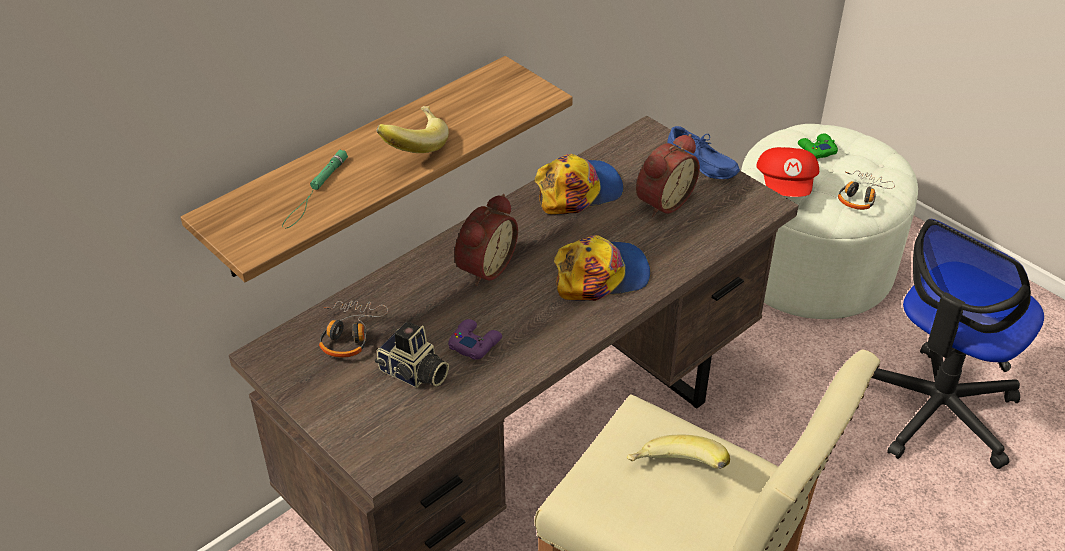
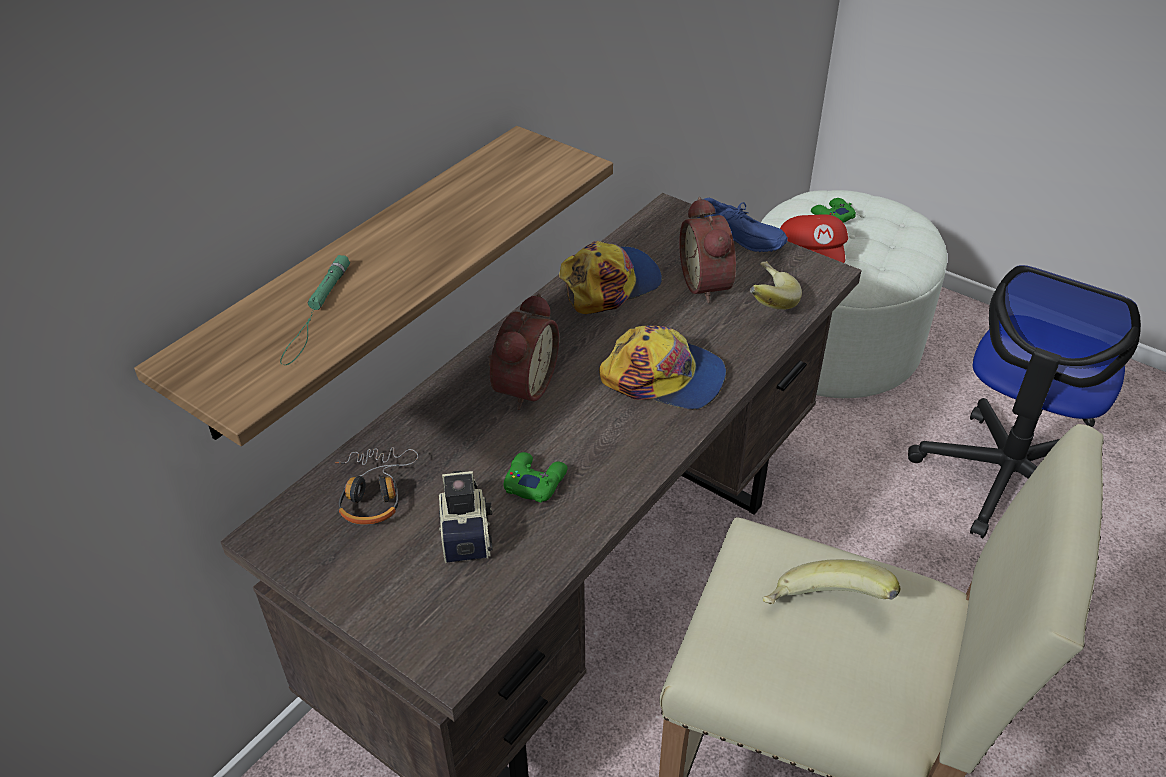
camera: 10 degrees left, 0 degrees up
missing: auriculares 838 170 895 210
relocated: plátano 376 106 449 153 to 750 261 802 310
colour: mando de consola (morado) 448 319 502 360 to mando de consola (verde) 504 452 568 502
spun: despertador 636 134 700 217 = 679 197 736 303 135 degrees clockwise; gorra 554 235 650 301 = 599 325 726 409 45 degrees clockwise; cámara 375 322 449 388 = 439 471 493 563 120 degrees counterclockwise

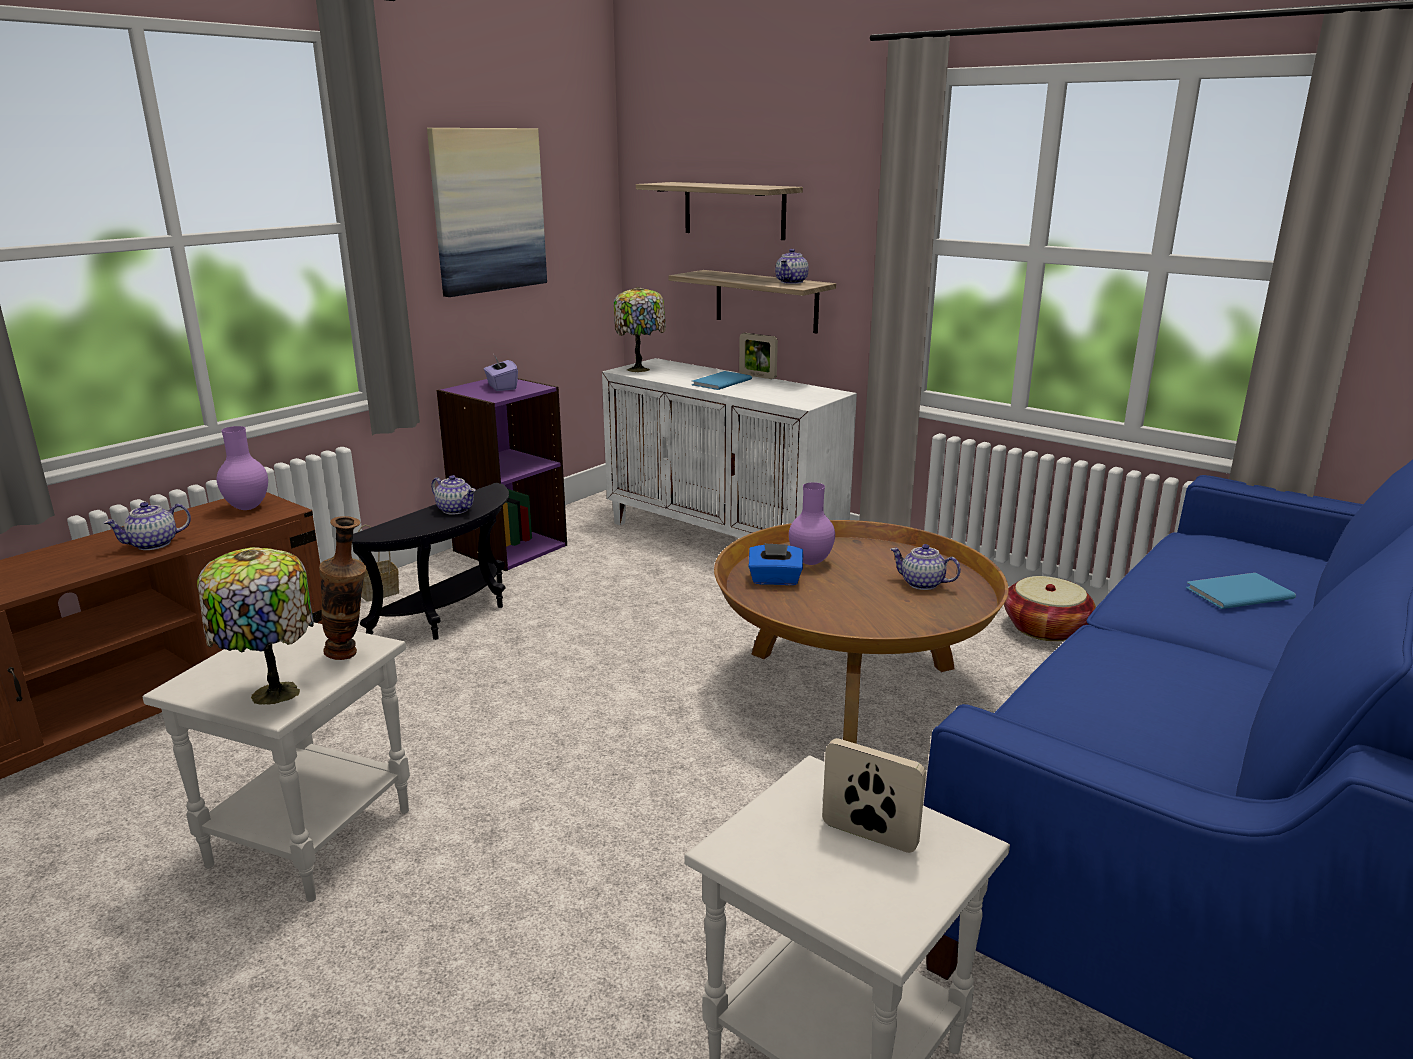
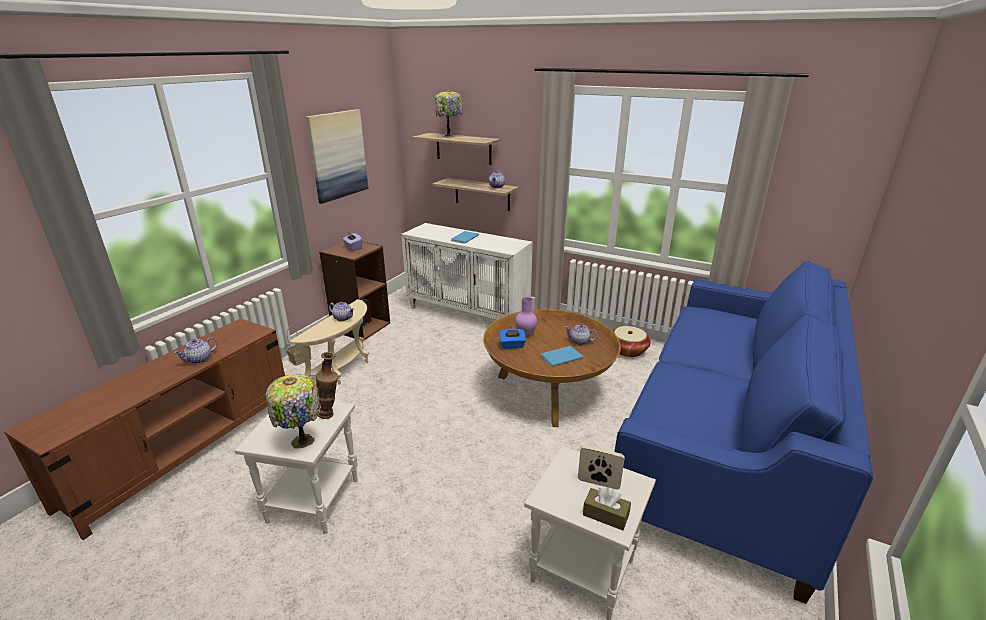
camera: 10 degrees left, 5 degrees up
missing: portarretratos 739 333 778 379; florero (morado) 217 426 268 510
appeared: caja de pañuelos (marrón) 583 487 631 530
relocated: lámpara de mesa 614 287 666 372 to 435 90 463 137; libro (azul) 1186 573 1296 609 to 541 346 583 367
colour: estantería (morado) 436 378 567 571 to estantería (marrón) 319 242 390 340; mesa auxiliar (negro) 352 483 509 640 to mesa auxiliar (beis) 290 299 369 385

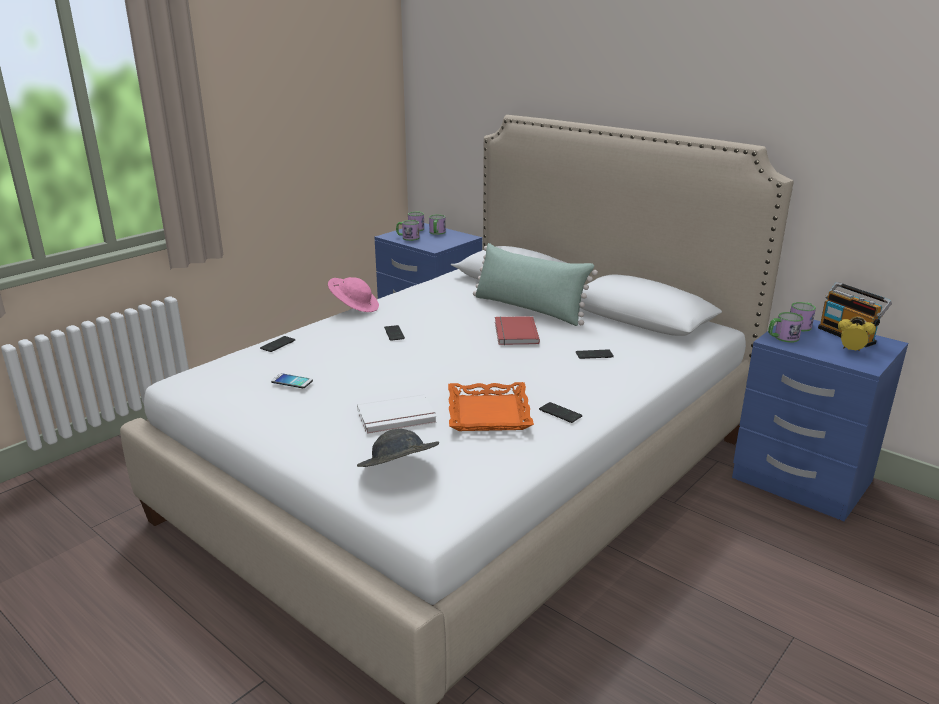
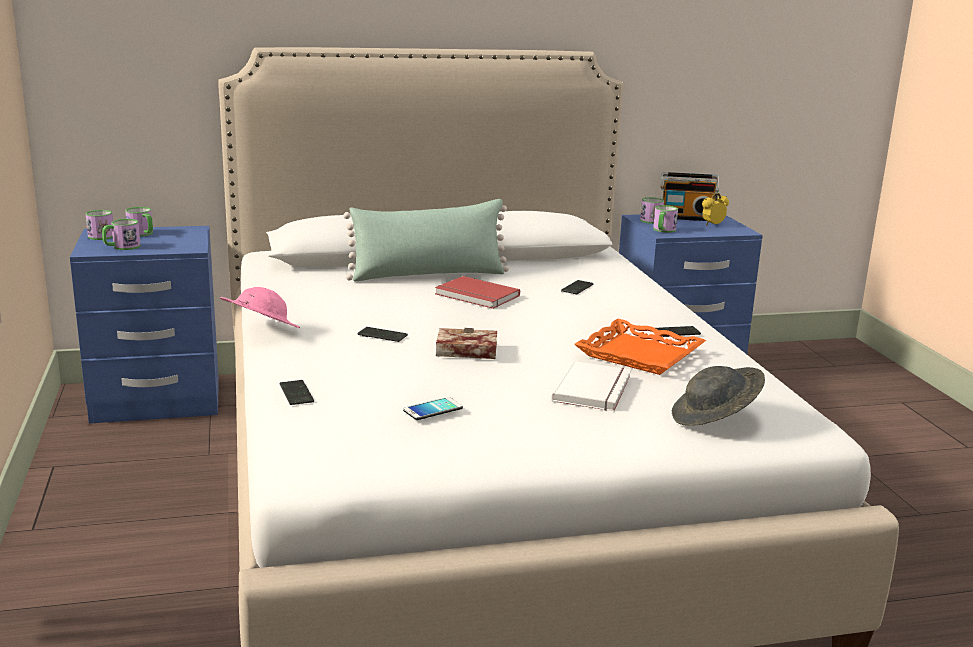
camera: 55 degrees left, 5 degrees down
appeared: libro 436 328 497 359

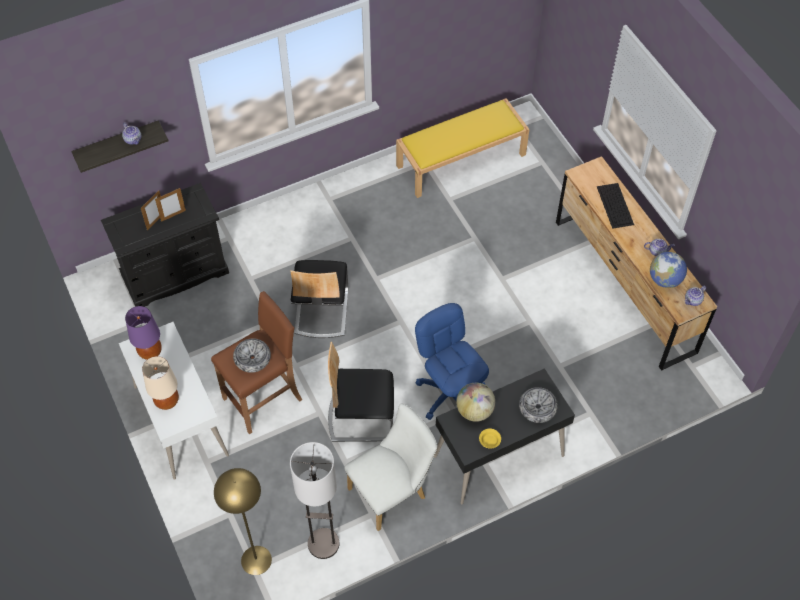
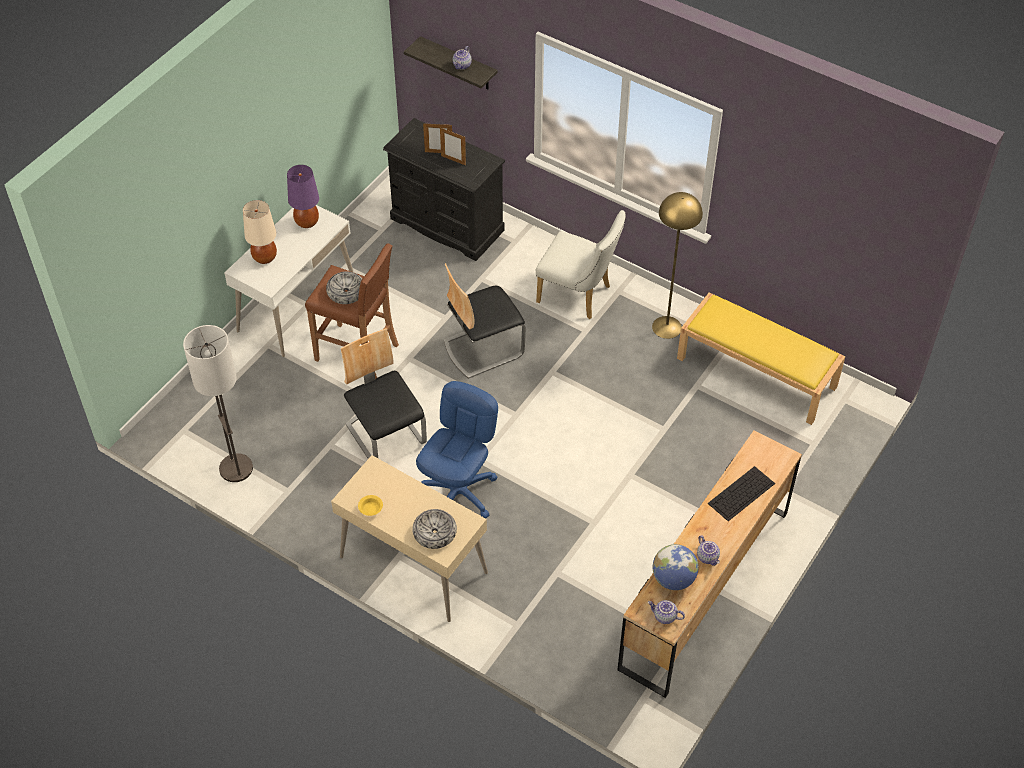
camera: 60 degrees right, 5 degrees down
missing: globo terráqueo 456 383 495 422
relocated: silla (blanco) 345 403 437 531 to 536 210 626 319; lámpara de pie (amarillo) 214 468 272 575 to 652 192 703 339
colour: escritorio (negro) 434 368 575 504 to escritorio (beis) 331 455 488 622

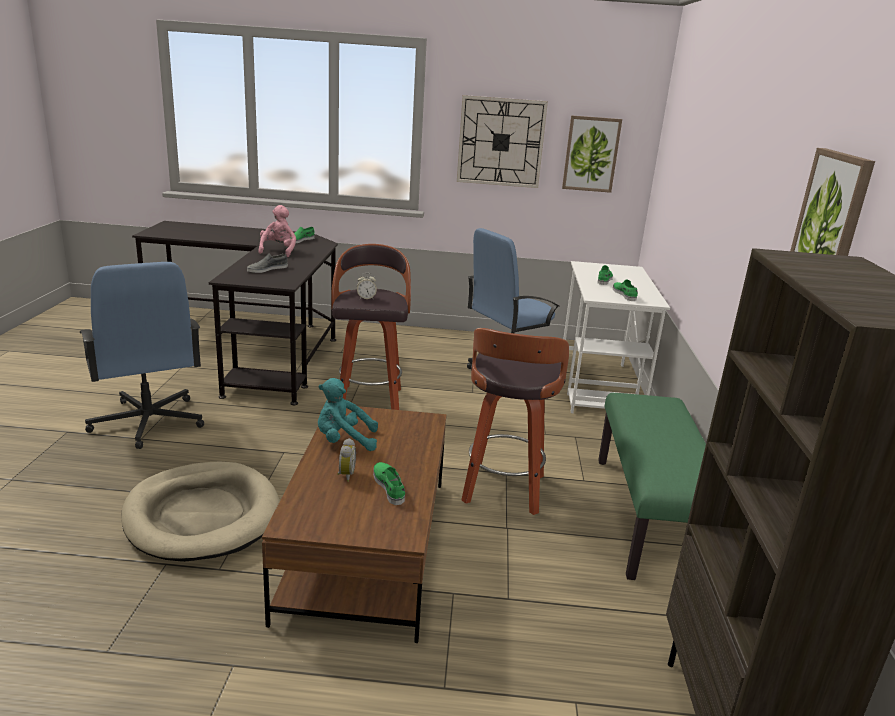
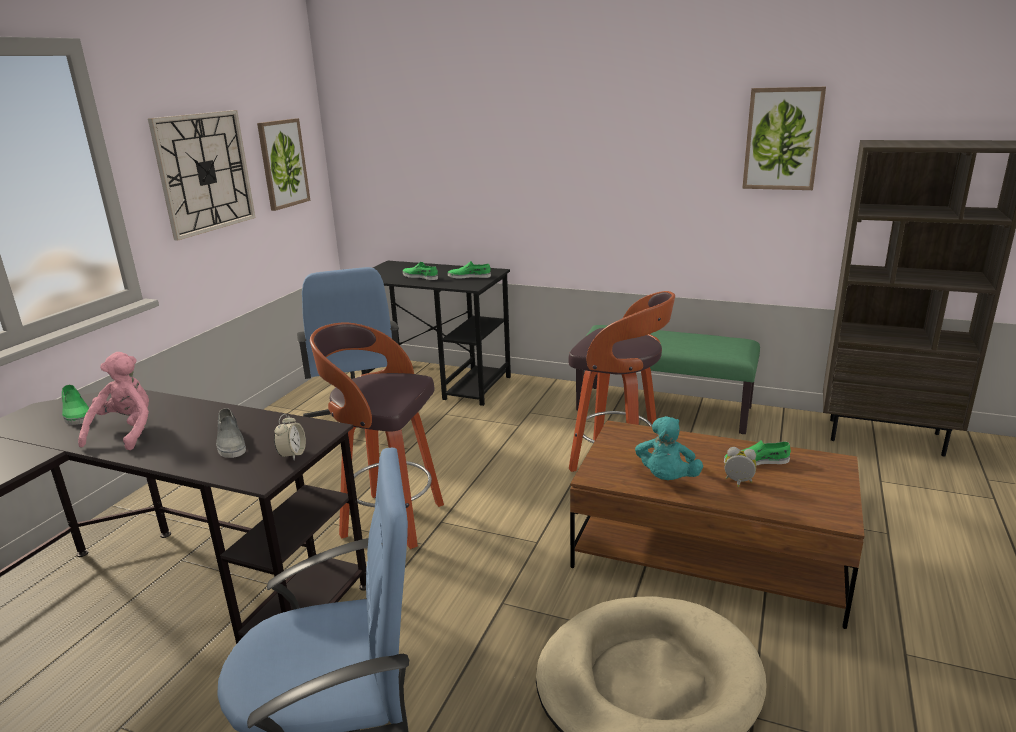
camera: 70 degrees left, 0 degrees up
relocated: despertador 357 273 377 299 to 274 414 306 460
colour: escritorio (blanco) 563 261 670 413 to escritorio (negro) 361 261 511 406
spun: peluche (rosa) 258 205 296 257 = 78 352 149 450 75 degrees clockwise

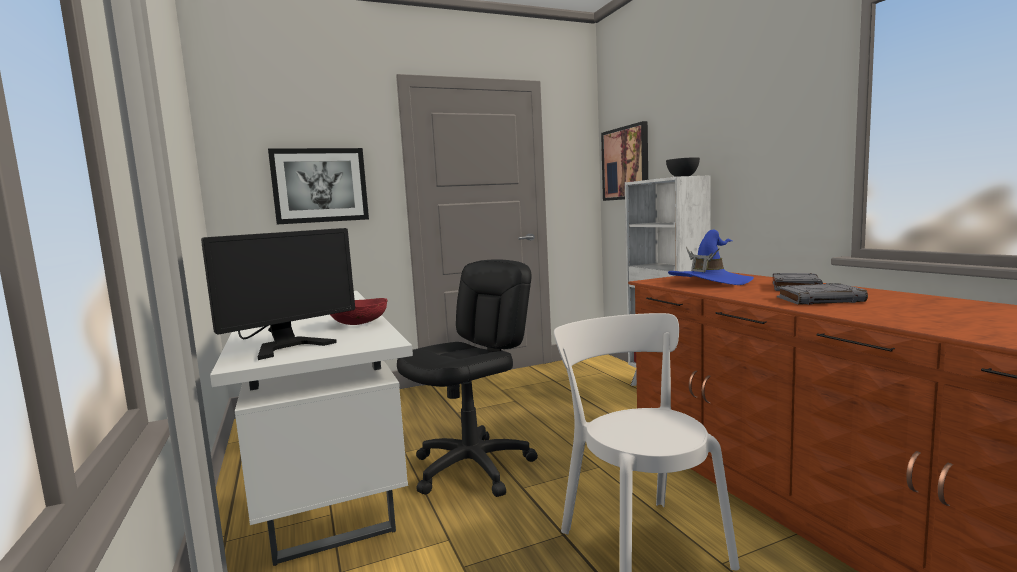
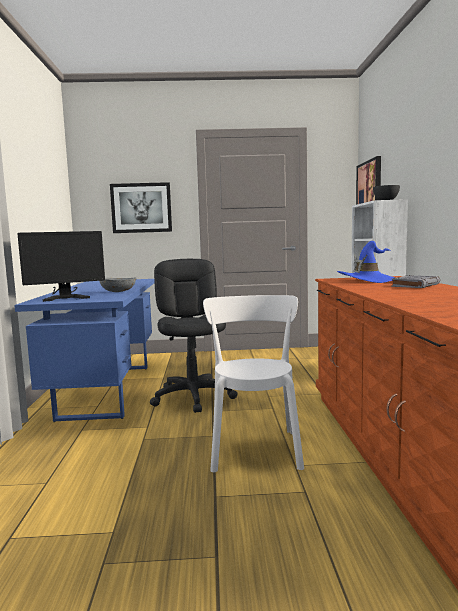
camera: 20 degrees right, 0 degrees up
missing: libro (gris) 777 283 868 305
colour: escritorio (blanco) 210 291 413 566 to escritorio (azul) 14 279 155 422; cuenco (rojo) 330 298 388 325 to cuenco (gris) 100 277 136 292
spun: silla de oficina (negro) 397 259 538 497 = 150 259 237 413 75 degrees counterclockwise

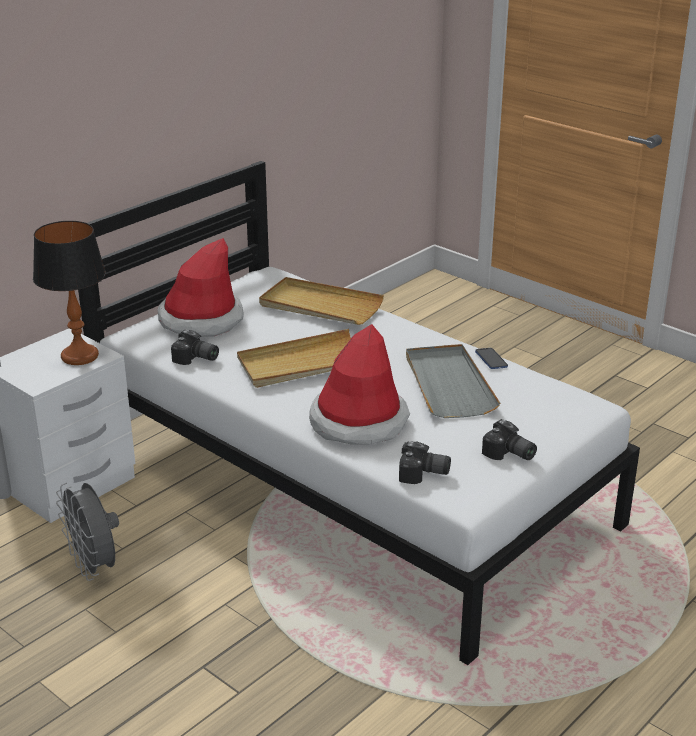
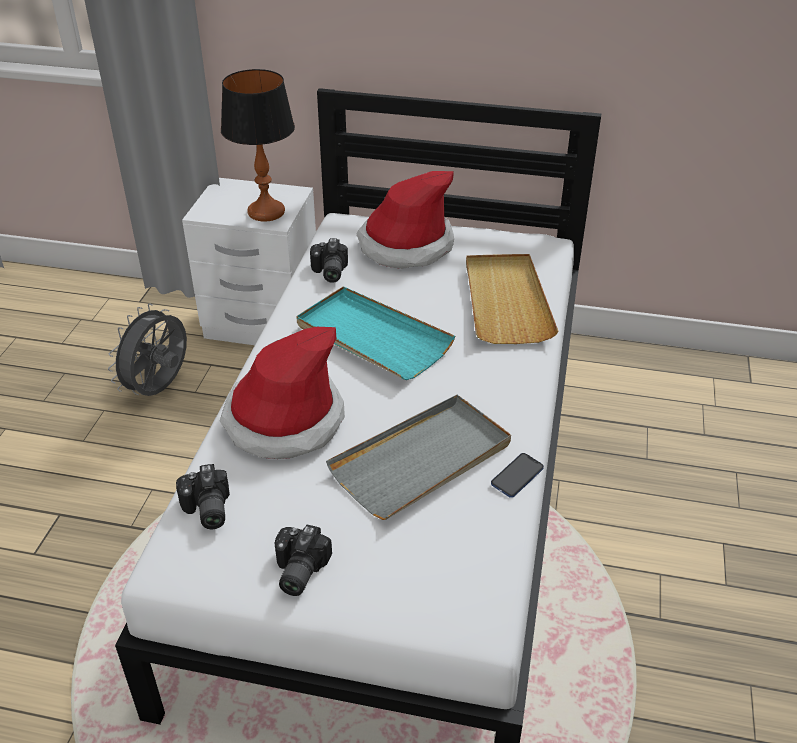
camera: 60 degrees right, 10 degrees up
colour: bandeja (beis) 237 329 351 388 to bandeja (turquesa) 296 286 455 380

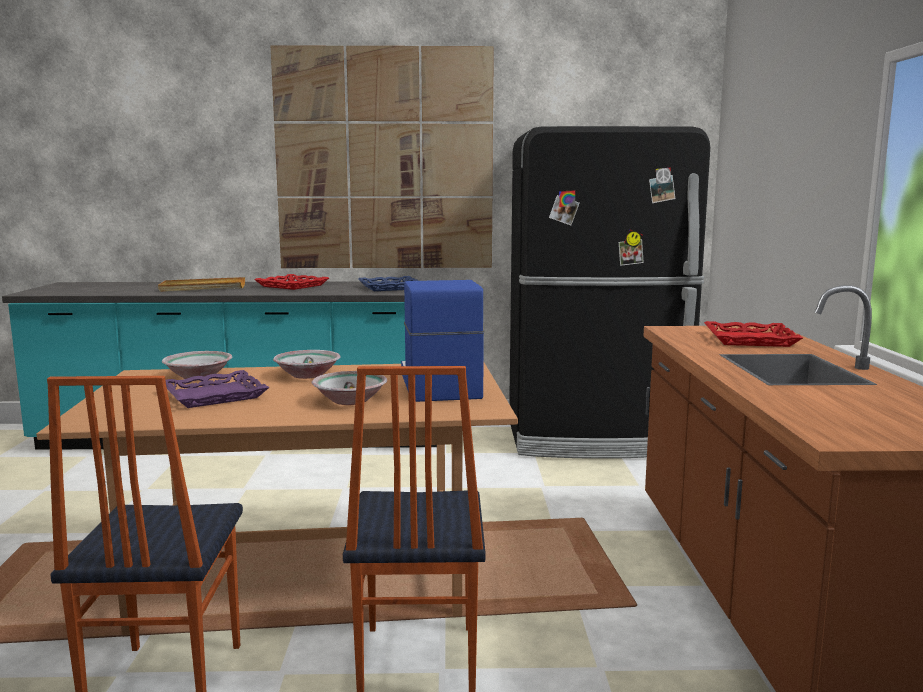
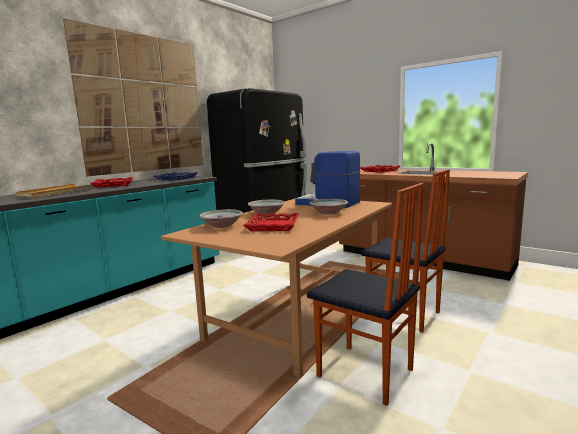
camera: 50 degrees left, 0 degrees up
colour: bandeja (morado) 166 370 270 408 to bandeja (rojo) 243 213 300 231

